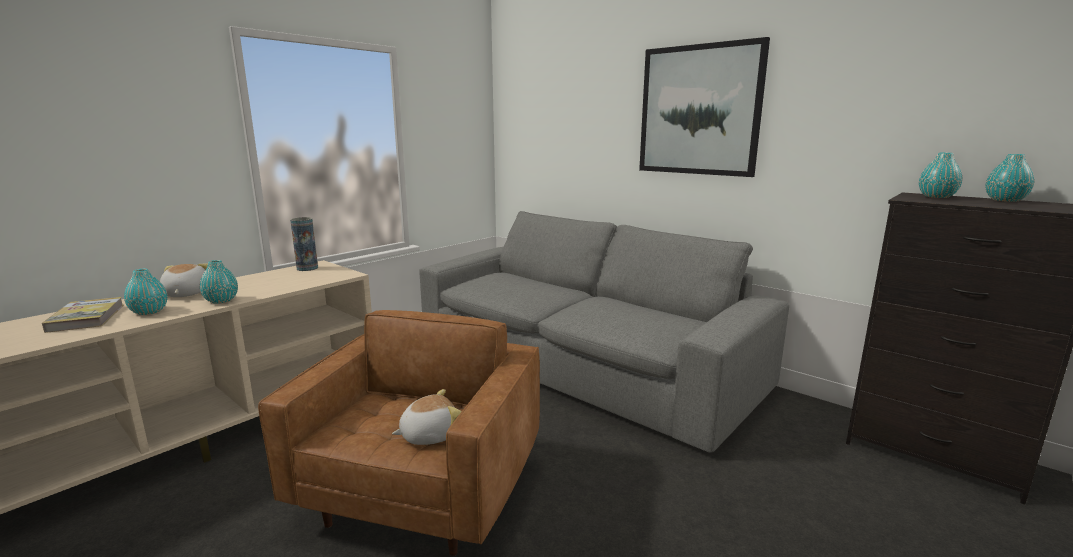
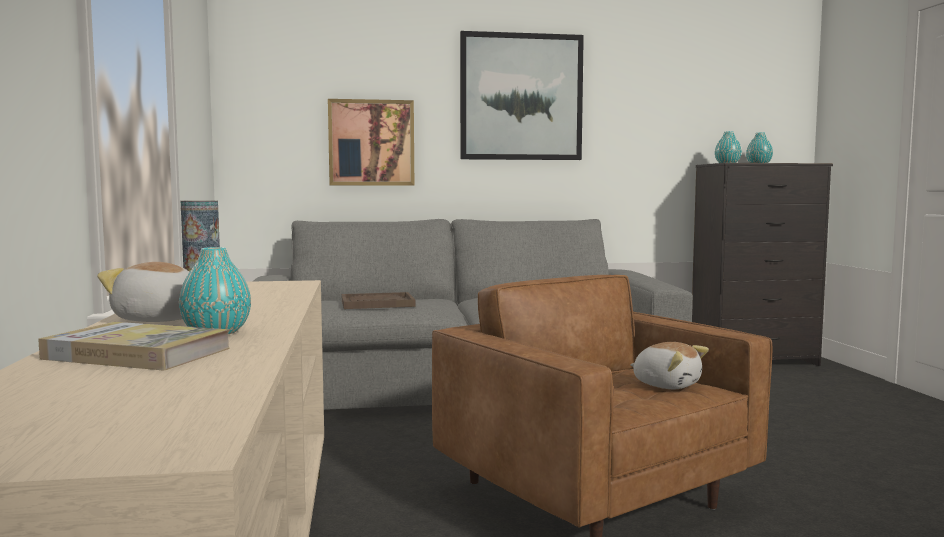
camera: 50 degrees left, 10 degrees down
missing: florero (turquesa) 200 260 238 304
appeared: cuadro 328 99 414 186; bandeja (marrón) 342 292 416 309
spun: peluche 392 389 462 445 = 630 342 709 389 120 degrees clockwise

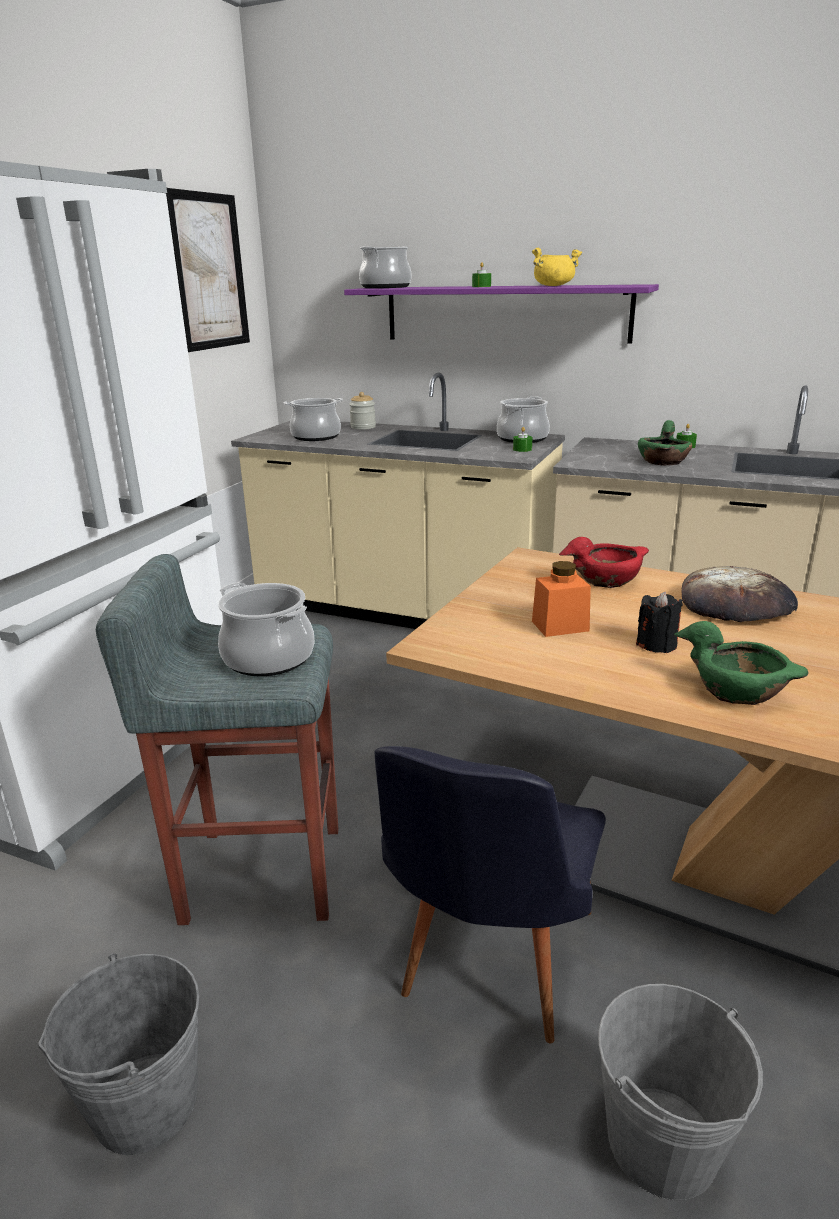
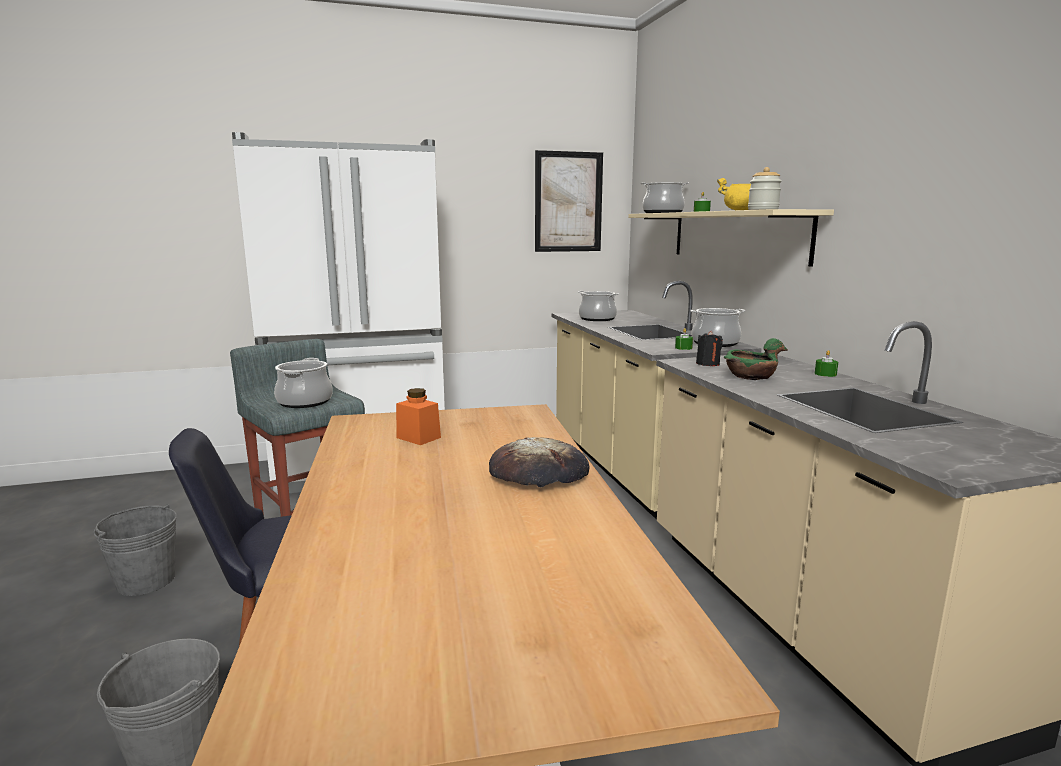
camera: 50 degrees right, 10 degrees down
missing: cuenco (rojo) 559 537 649 588; cuenco (verde) 674 621 808 705
relocated: tarro 349 392 376 429 to 748 167 782 210; vela (negro) 636 591 683 653 to 696 331 723 366
colour: estante (morado) 344 284 659 343 to estante (beis) 628 209 834 267

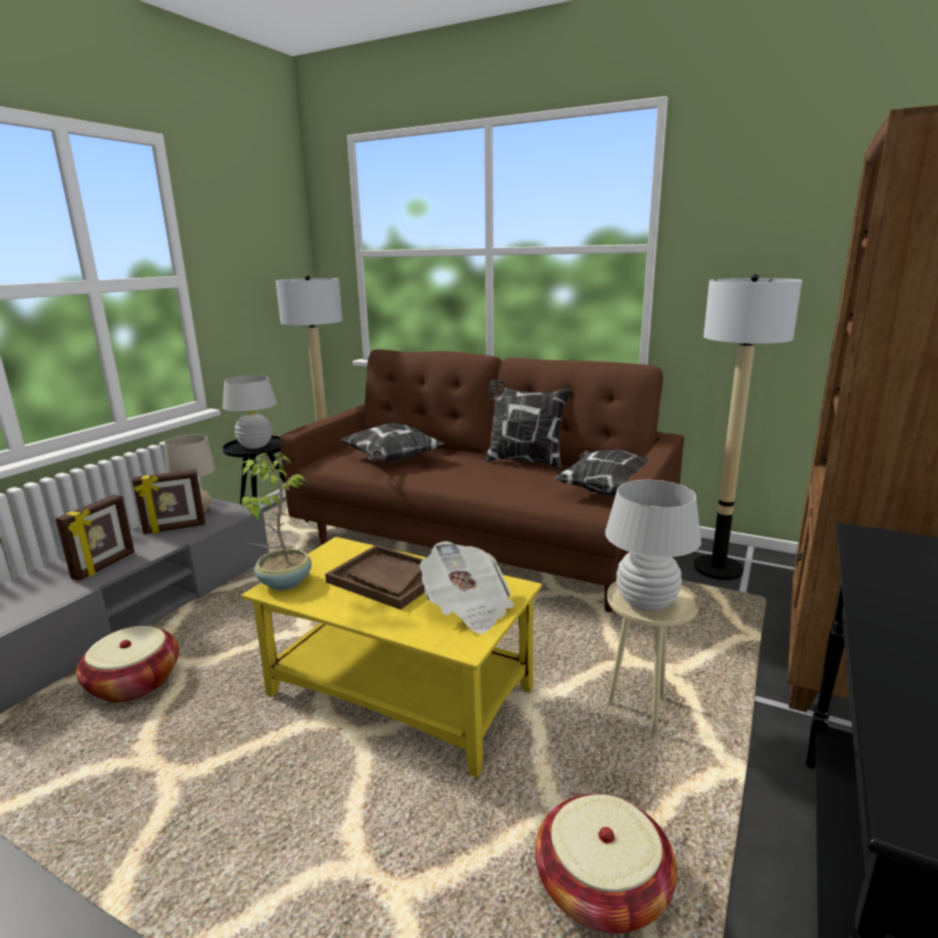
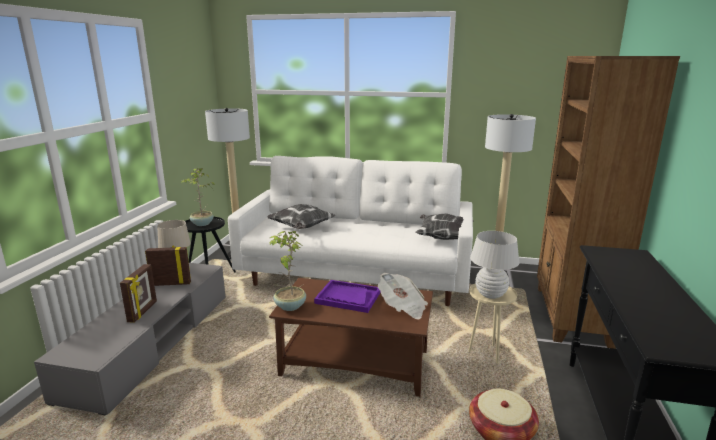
camera: 15 degrees left, 0 degrees up
missing: cojín 485 380 571 470; cesta 76 626 179 703
exchanged: lámpara de mesa (blanco) 222 375 277 449 to planta en maceta 181 168 215 226
colour: sofá (marrón) 280 349 684 612 to sofá (blanco) 228 156 473 306; mesa de centro (amarillo) 241 537 542 777 to mesa de centro (marrón) 269 278 433 397; bandeja (marrón) 325 545 425 610 to bandeja (morado) 314 280 381 313
spun: portarretratos 132 469 205 534 = 145 246 191 286 150 degrees counterclockwise

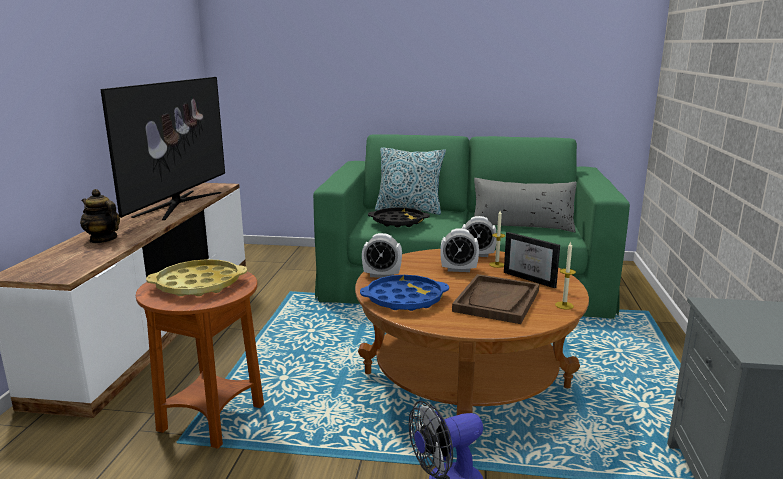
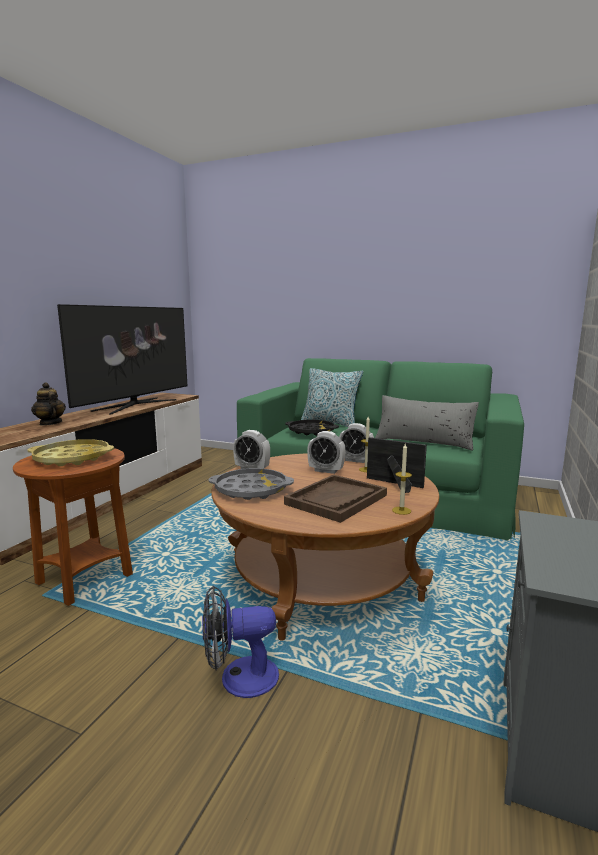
camera: 15 degrees right, 5 degrees down
colour: bandeja (azul) 360 275 449 311 to bandeja (gris) 209 468 294 500
spun: portarretratos 504 232 560 288 = 367 437 427 493 150 degrees clockwise

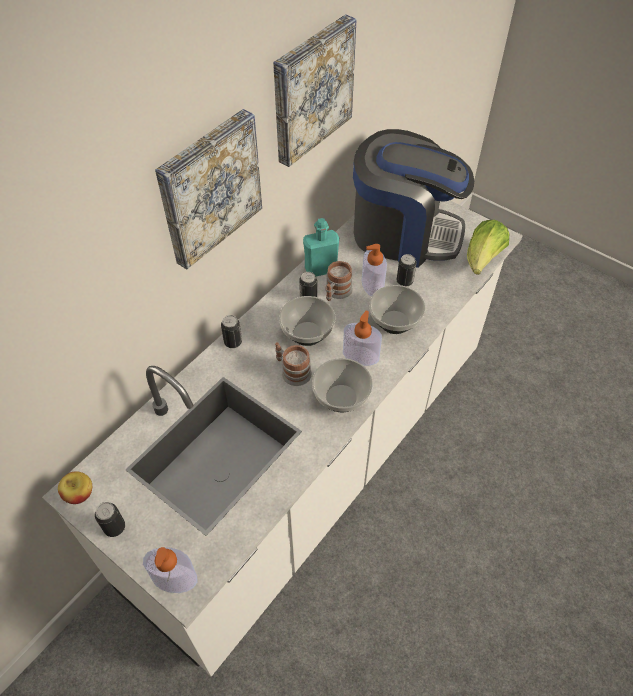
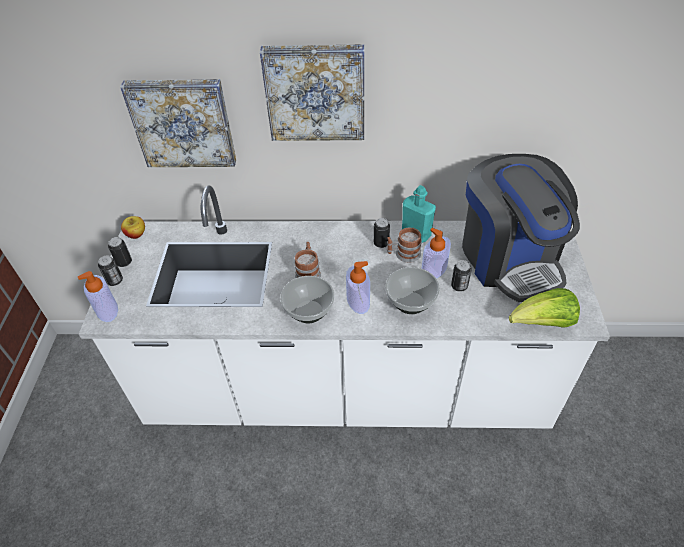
camera: 55 degrees right, 5 degrees down
missing: cuenco 279 296 335 346
relocated: cuadro 273 14 357 167 to 120 79 236 167; lata 221 315 242 348 to 98 255 123 286

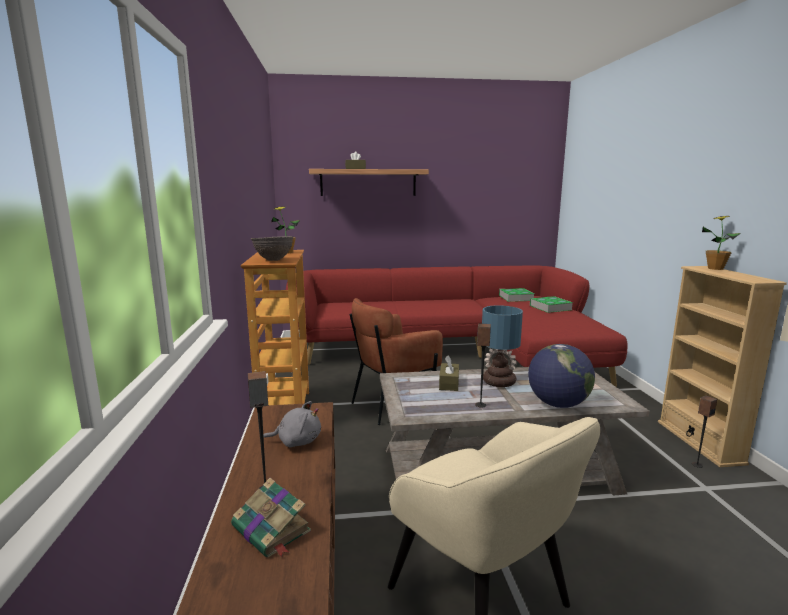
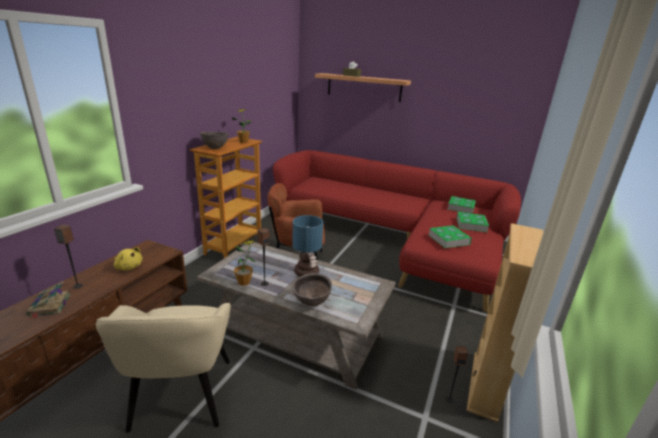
camera: 30 degrees right, 10 degrees up
missing: caja de pañuelos (marrón) 439 356 459 391
appeared: libro 429 225 472 248
relocated: planta en maceta 702 216 741 270 to 234 240 256 286
exchanged: globo terráqueo 528 344 595 408 to cuenco (marrón) 292 273 332 307
colour: peluche (gris) 263 401 321 447 to peluche (amarillo) 114 247 143 270

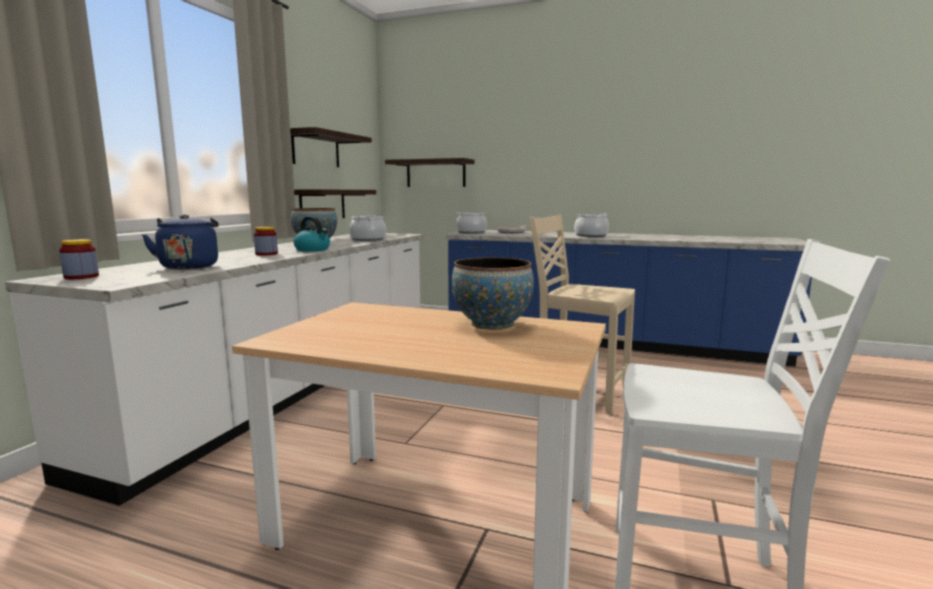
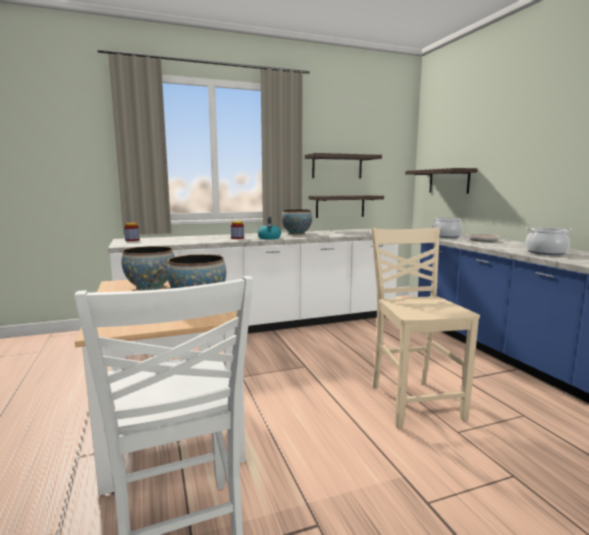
camera: 50 degrees right, 0 degrees up
missing: hervidor (azul) 142 214 219 269; olla 349 215 386 241
appeared: cuenco 121 246 174 291

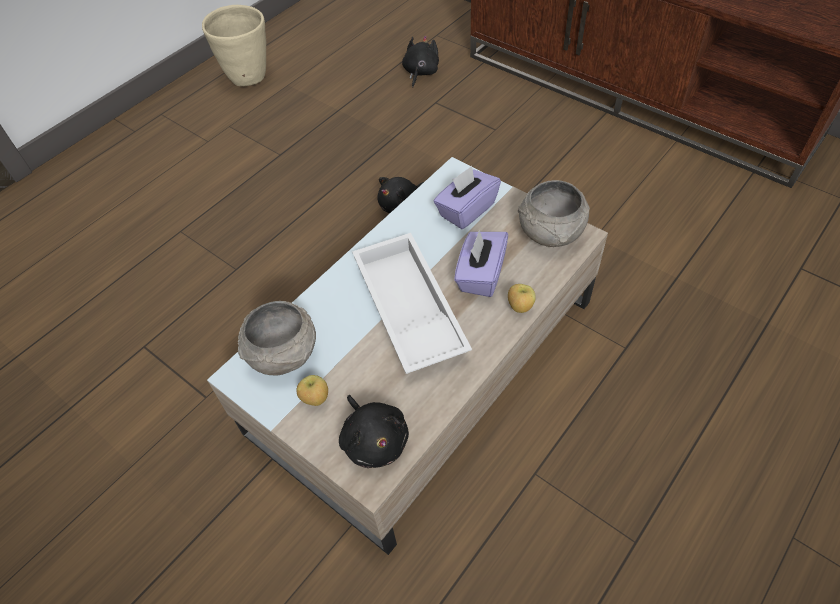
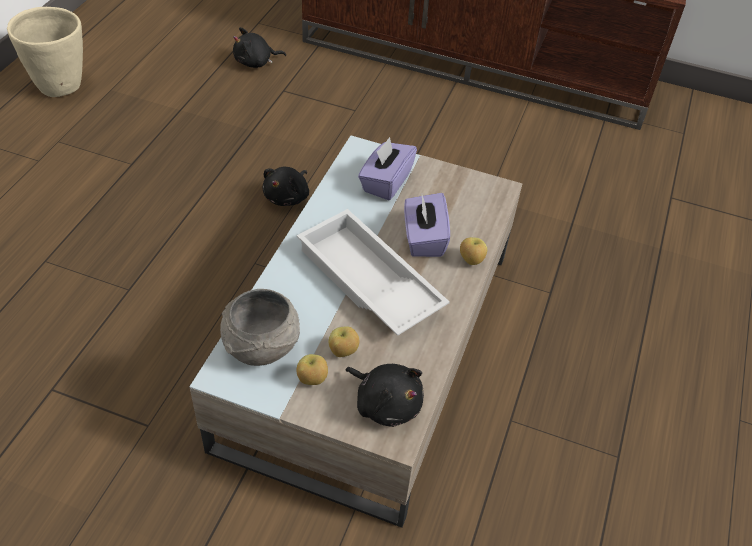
camera: 25 degrees left, 5 degrees down
missing: cuenco (gris) 518 180 590 247
appeared: manzana 329 326 359 357
spun: peluche (negro) 402 36 439 87 = 233 27 286 68 105 degrees counterclockwise

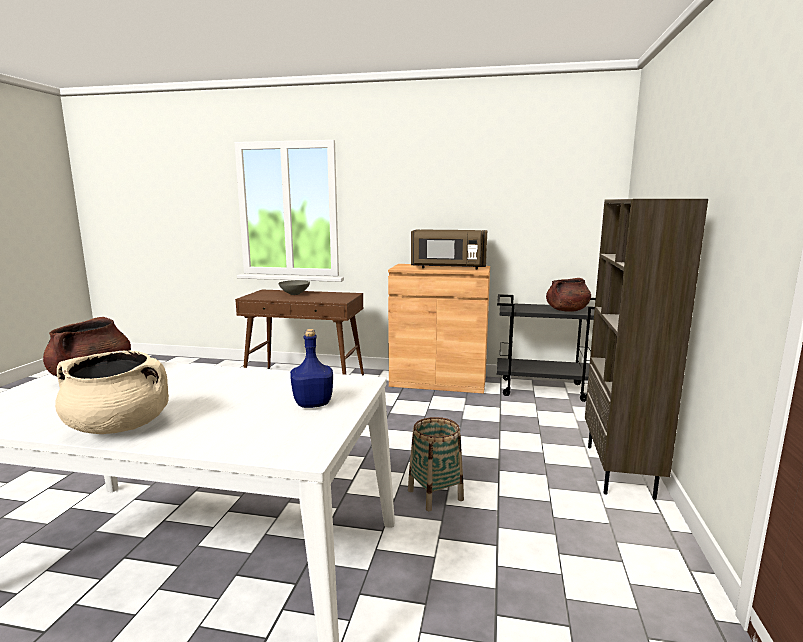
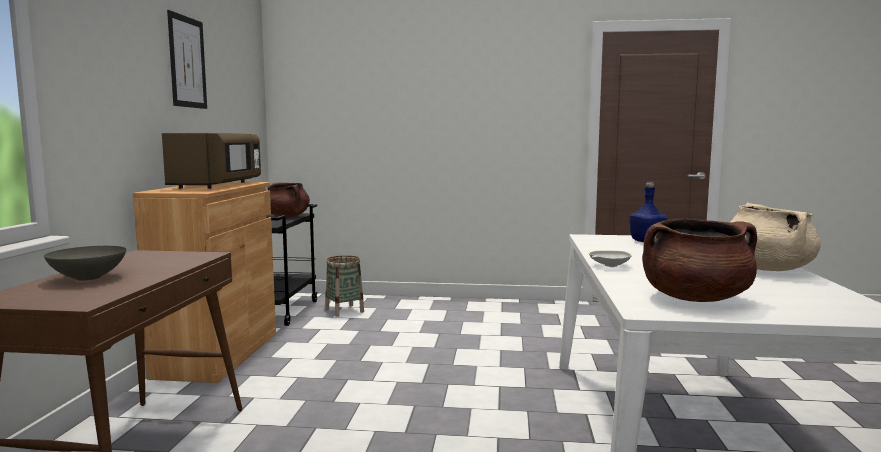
camera: 95 degrees left, 5 degrees down
missing: estantería (marrón) 585 199 708 500
appeared: cuadro 167 10 207 109; cuenco (blanco) 589 251 632 267
relocated: cesta 408 417 464 511 to 325 255 364 317

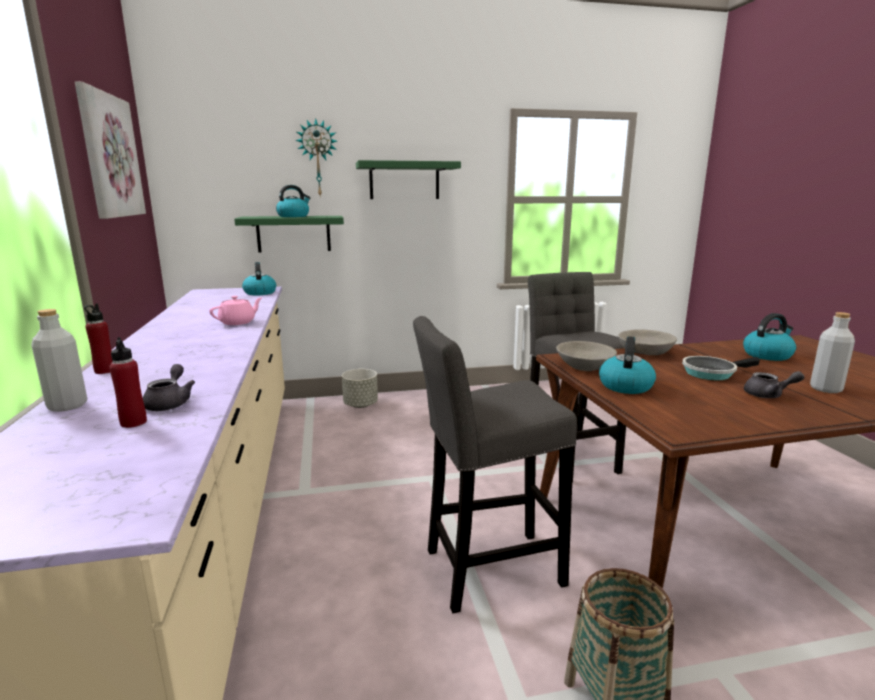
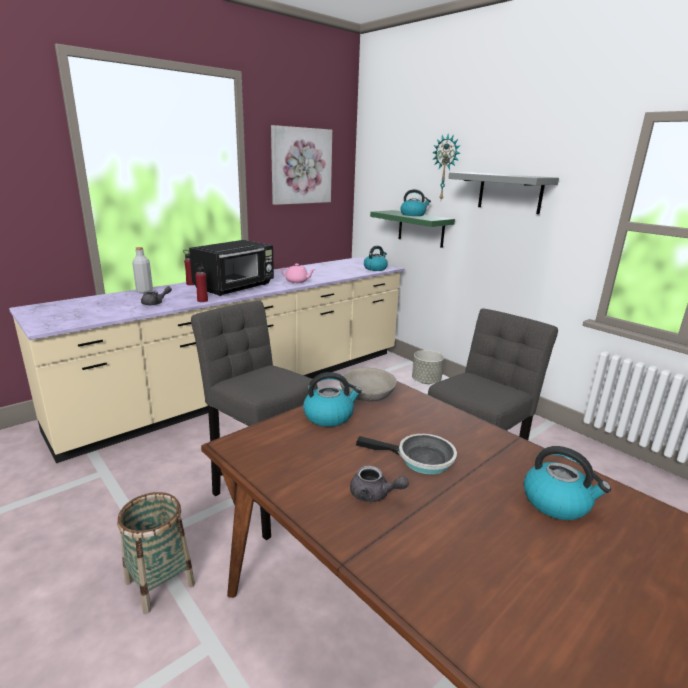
camera: 60 degrees right, 5 degrees up
missing: botella (gris) 810 312 855 393; cuenco (gris) 618 329 677 355
appeared: microondas (negro) 189 240 274 296
relocated: botella (rojo) 109 337 147 428 to 195 262 208 302
colour: estante (verde) 356 160 461 199 to estante (gris) 448 173 559 214
spun: sartén 682 356 760 380 = 356 434 457 474 150 degrees clockwise; tetera (gris) 744 371 804 398 = 350 466 409 502 45 degrees counterclockwise

